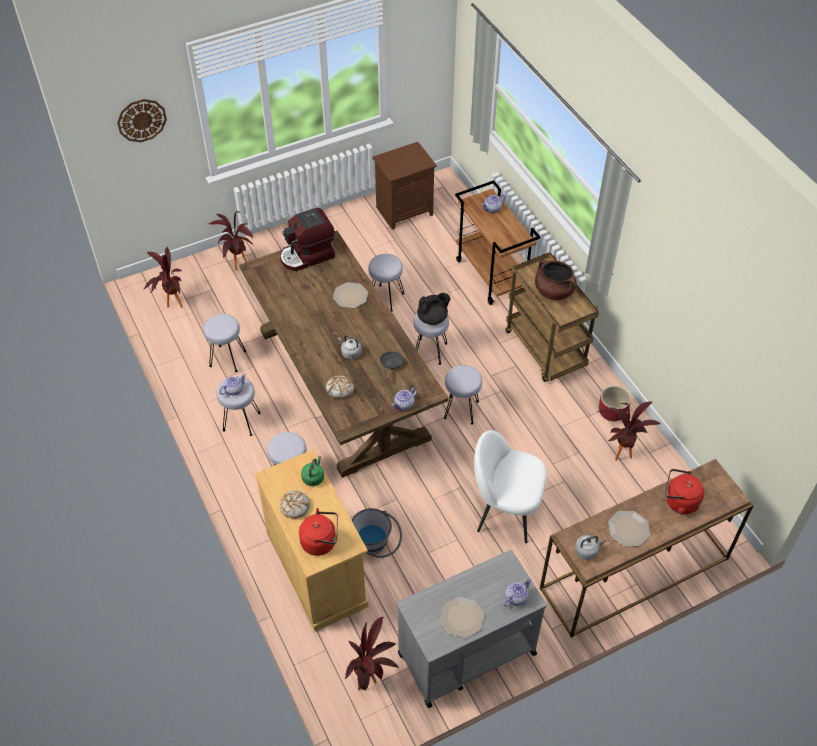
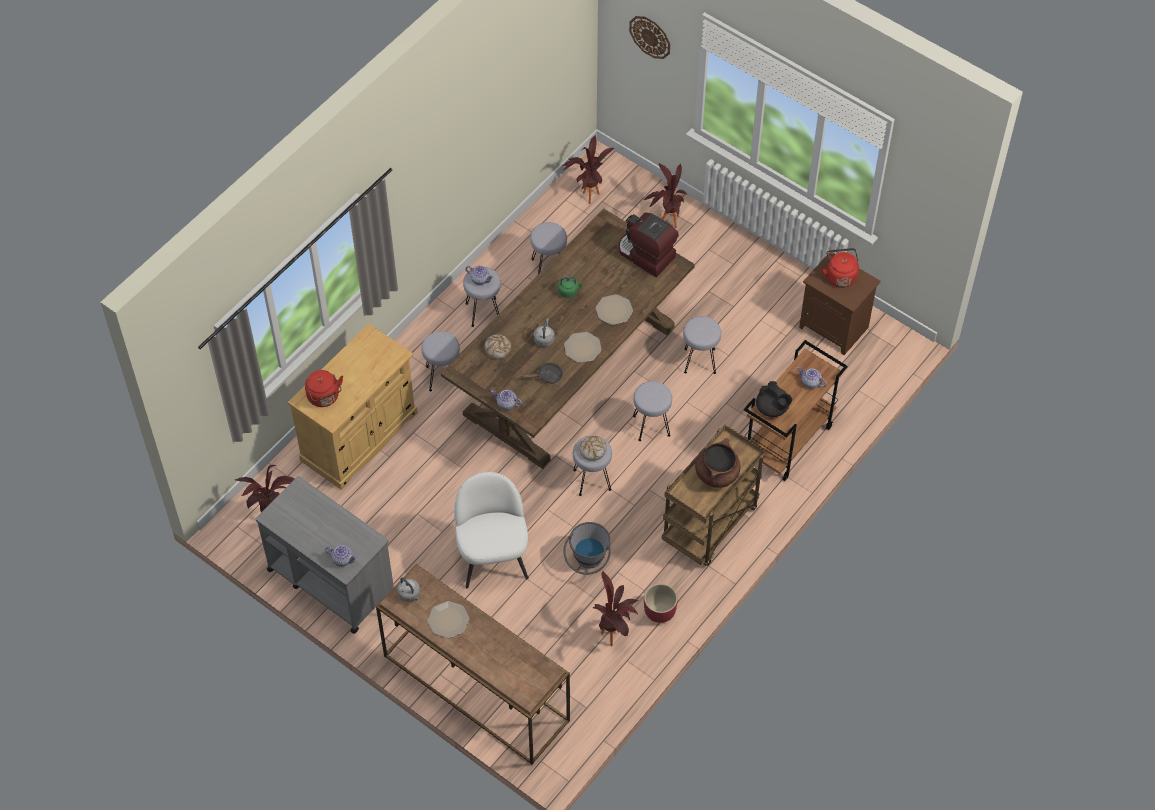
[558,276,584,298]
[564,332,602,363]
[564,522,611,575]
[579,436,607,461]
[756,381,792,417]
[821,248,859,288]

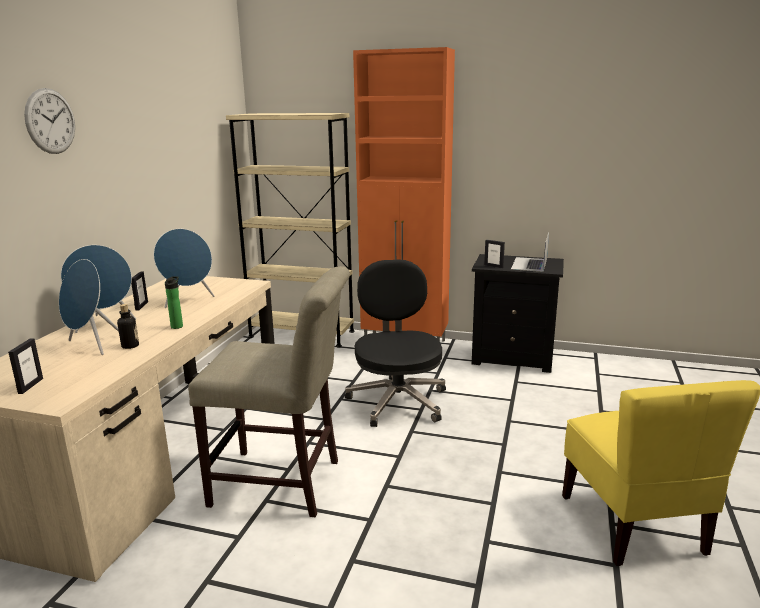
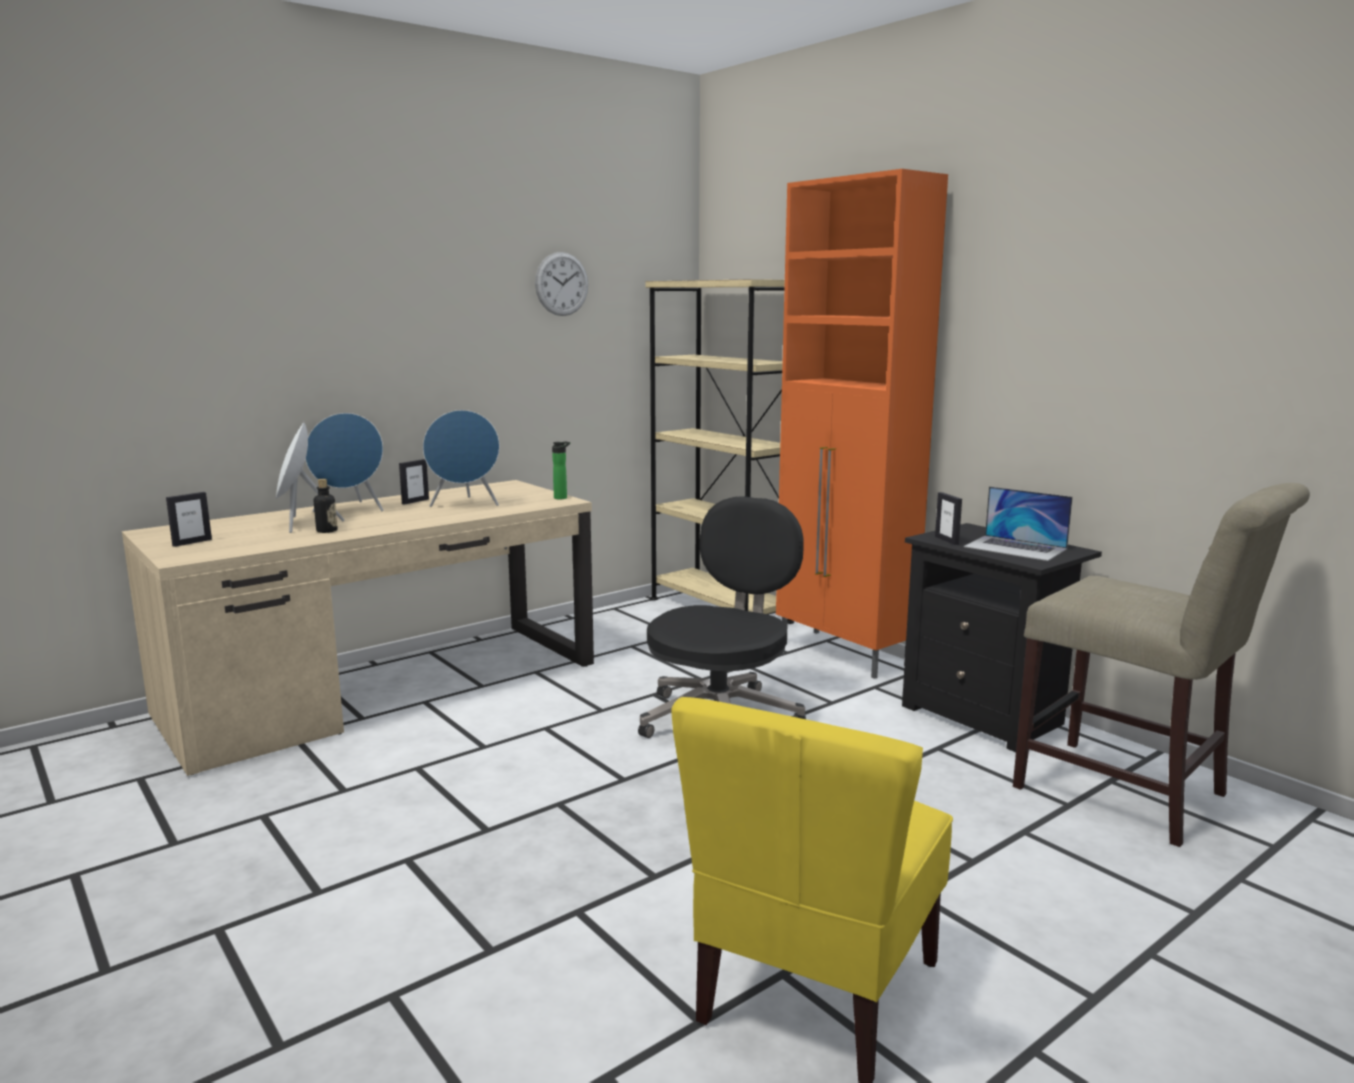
[276,422,345,533]
[535,252,588,316]
[552,441,570,500]
[964,486,1073,561]
[1013,483,1310,847]

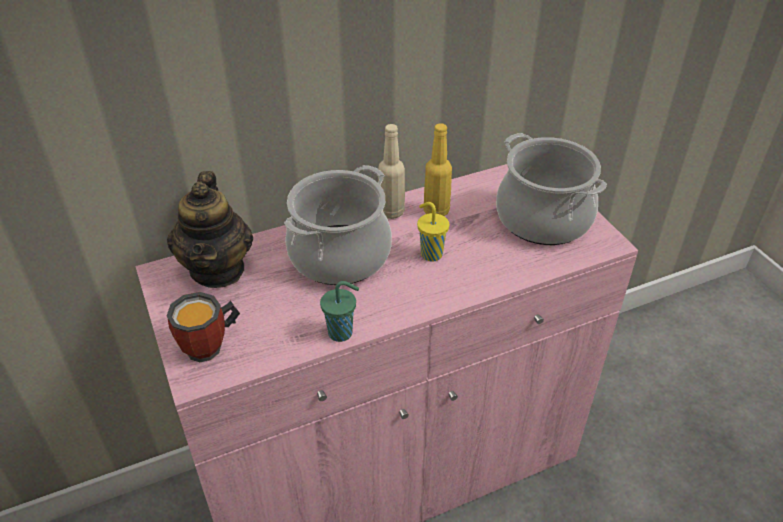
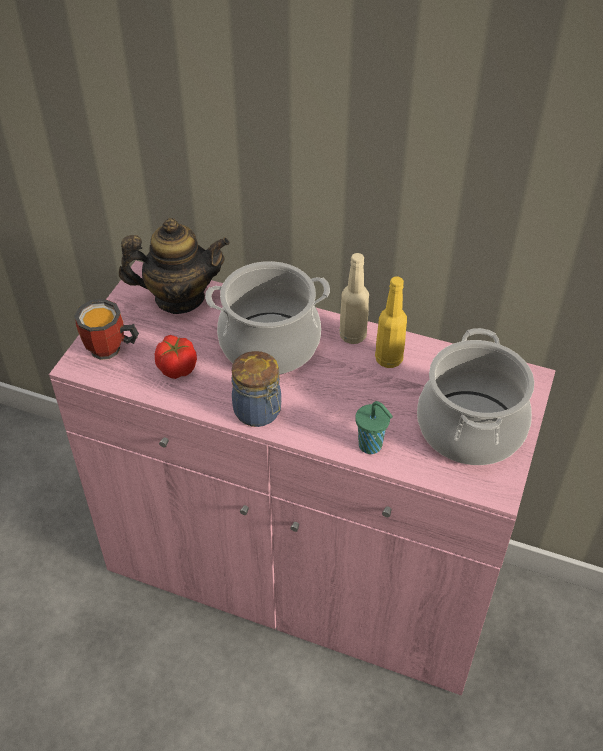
[119,218,230,314]
[155,335,197,379]
[231,351,281,427]
[355,401,393,454]
[417,202,449,262] (first image)

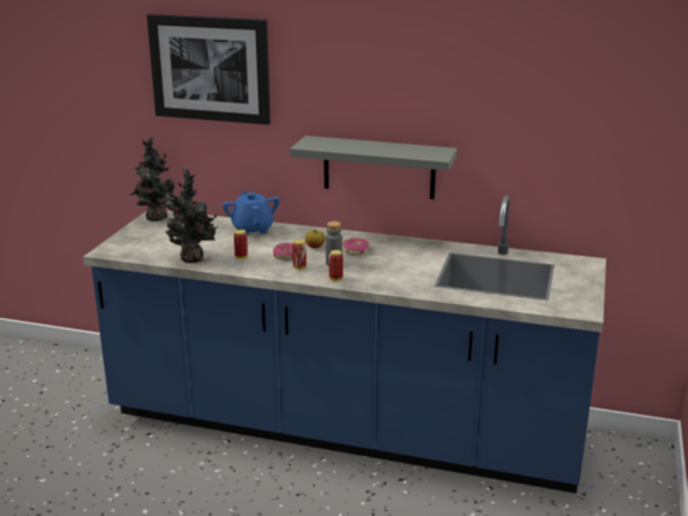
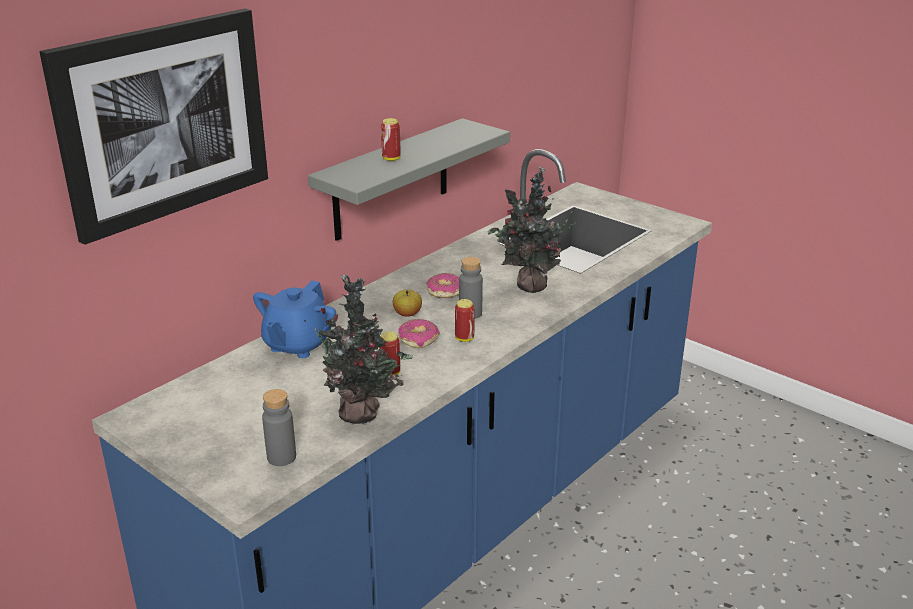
[253,280,336,358]
[262,389,296,466]
[381,118,401,161]
[487,166,576,293]

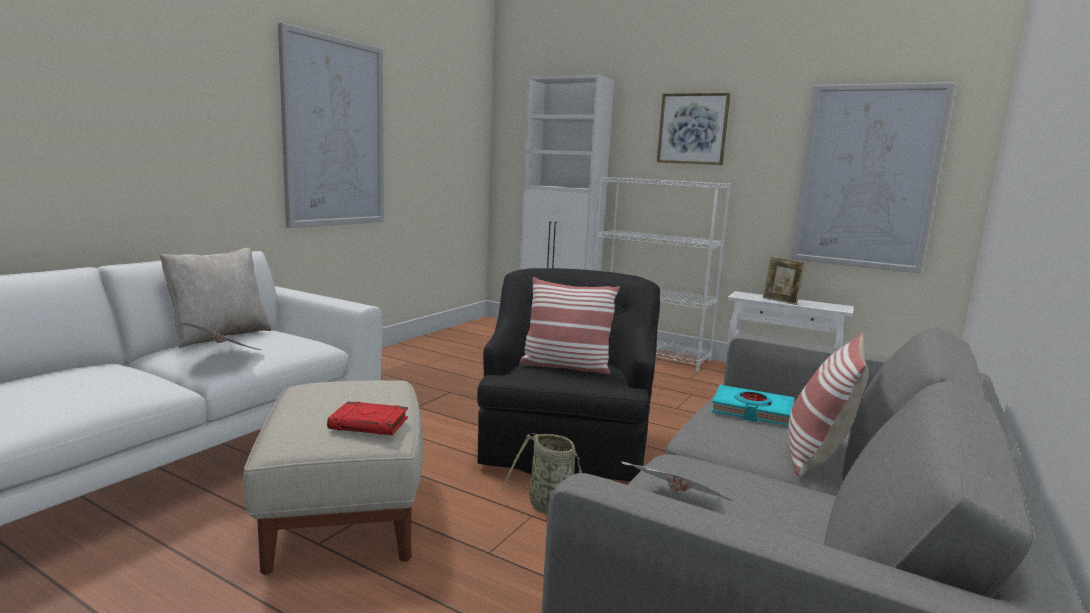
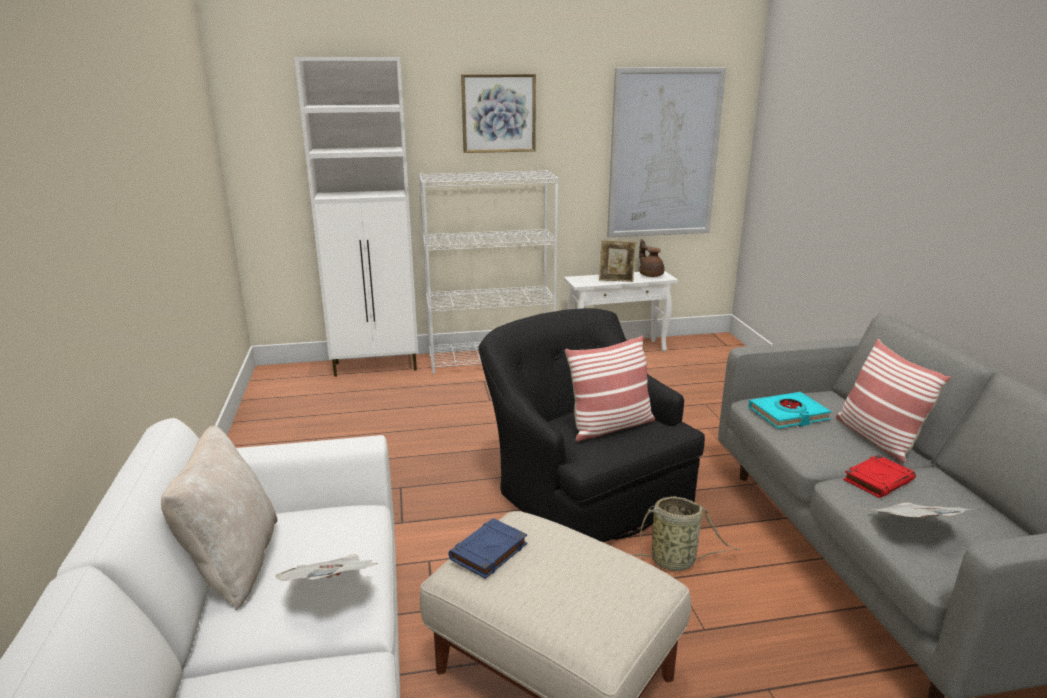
[448,518,527,579]
[639,239,664,277]
[843,455,916,498]
[278,22,384,228] (first image)

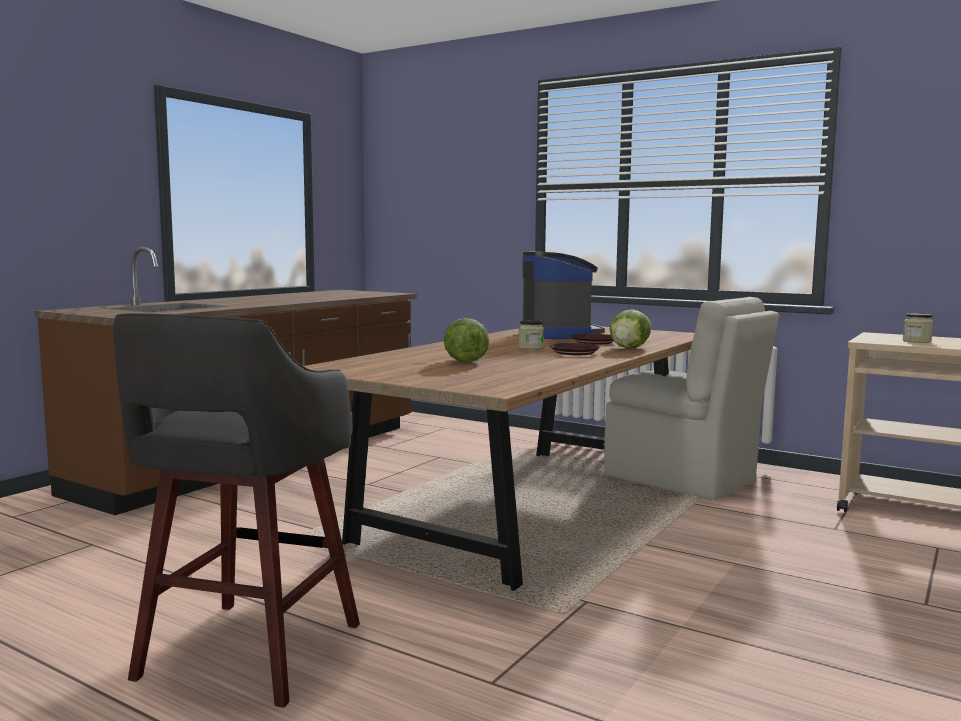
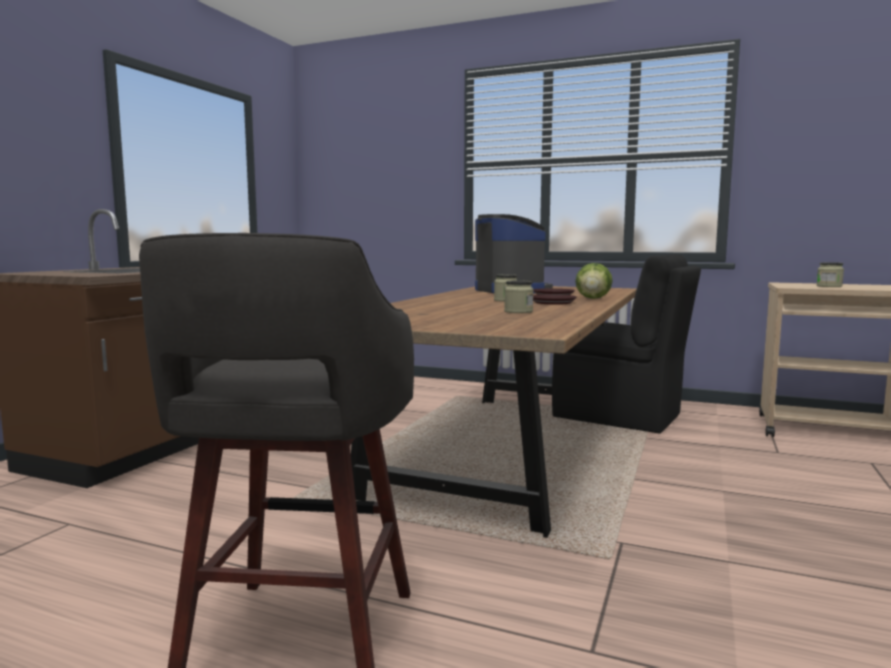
[504,281,533,313]
[552,254,701,434]
[444,318,489,363] (first image)

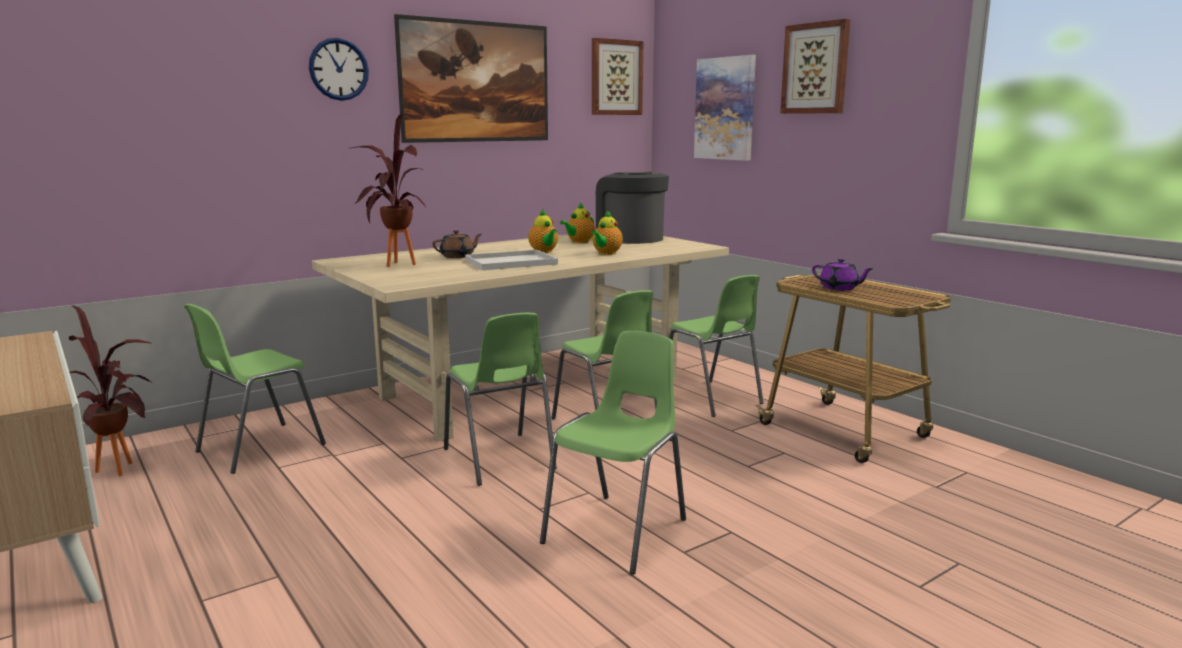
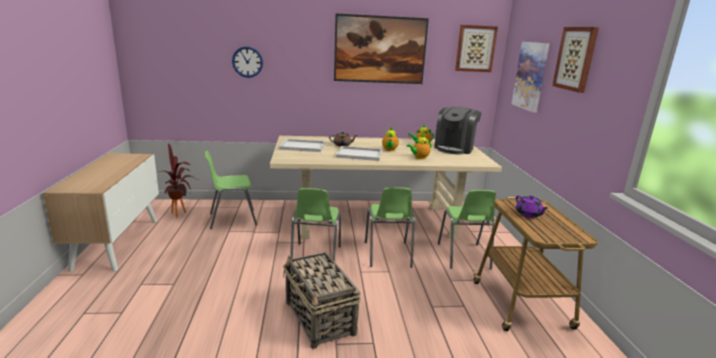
[232,46,263,78]
[279,139,325,152]
[283,252,361,349]
[434,107,482,154]

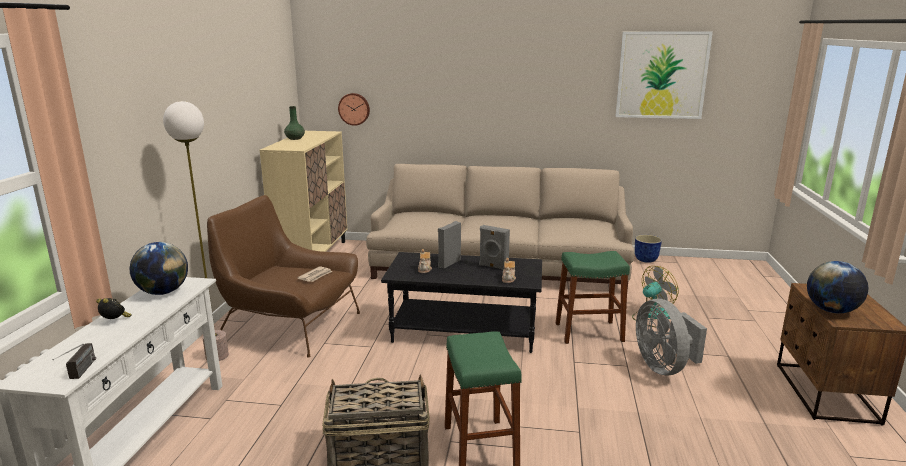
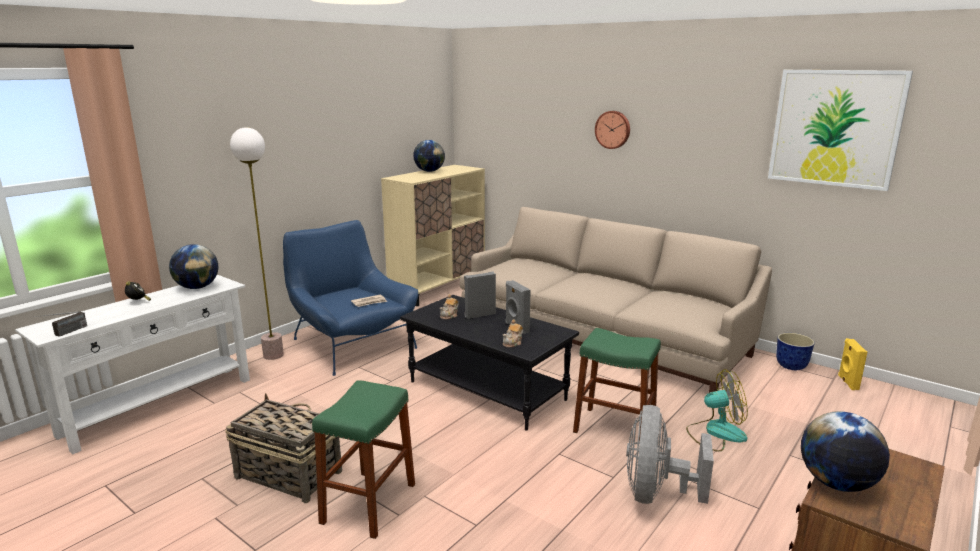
[283,220,418,376]
[413,140,445,172]
[595,111,630,149]
[838,338,867,390]

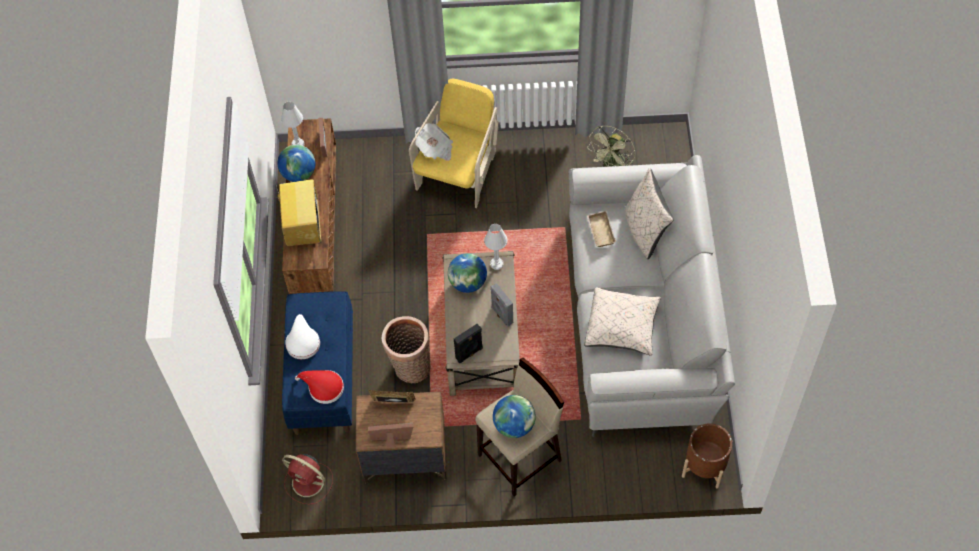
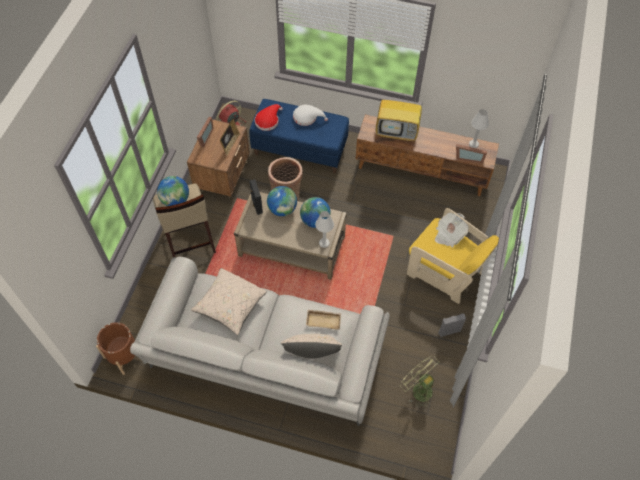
[267,186,297,216]
[438,314,466,337]

